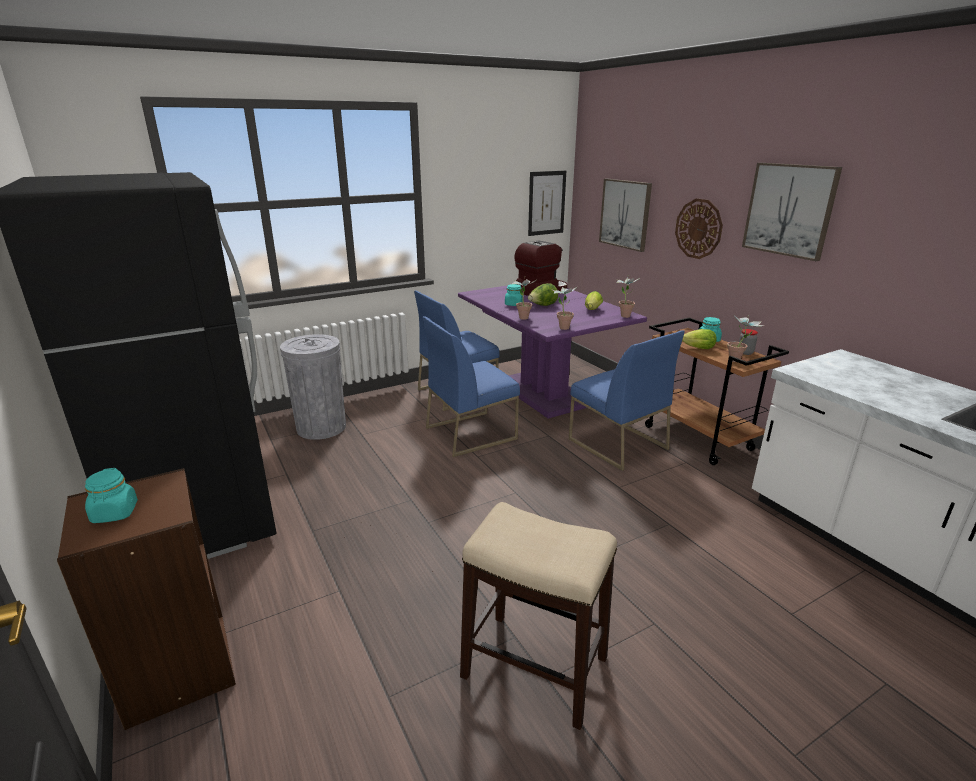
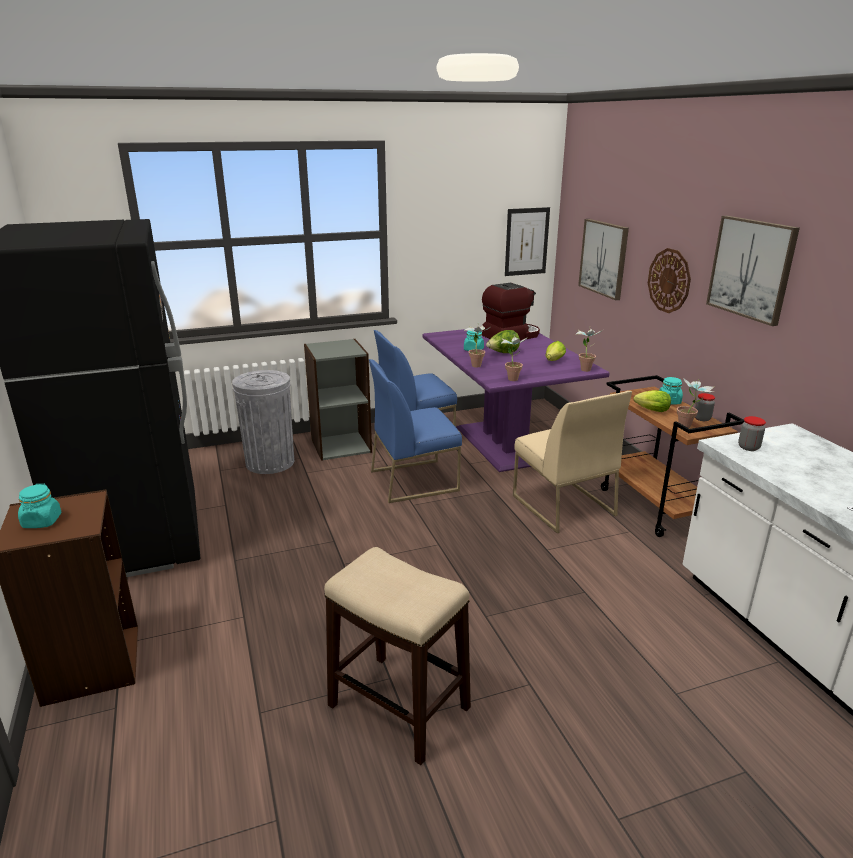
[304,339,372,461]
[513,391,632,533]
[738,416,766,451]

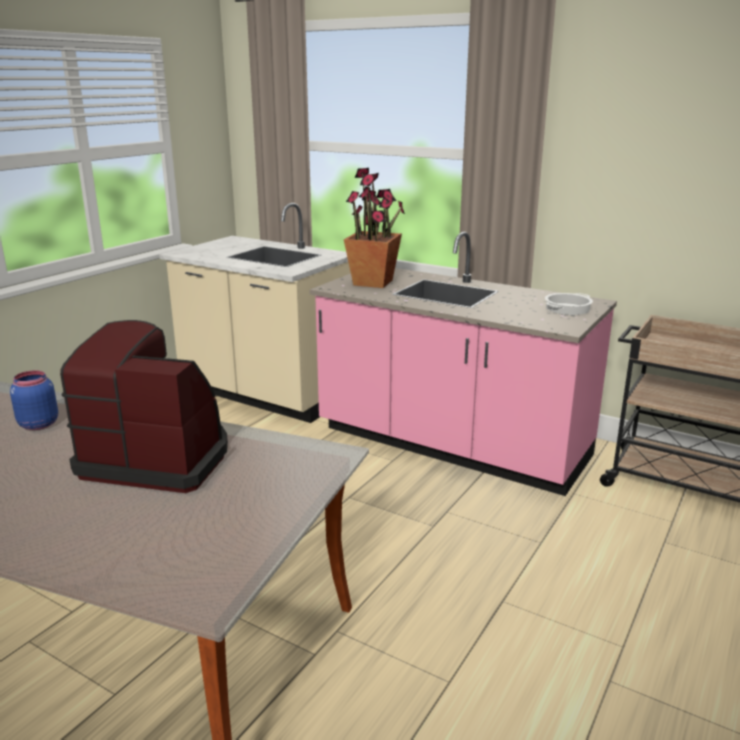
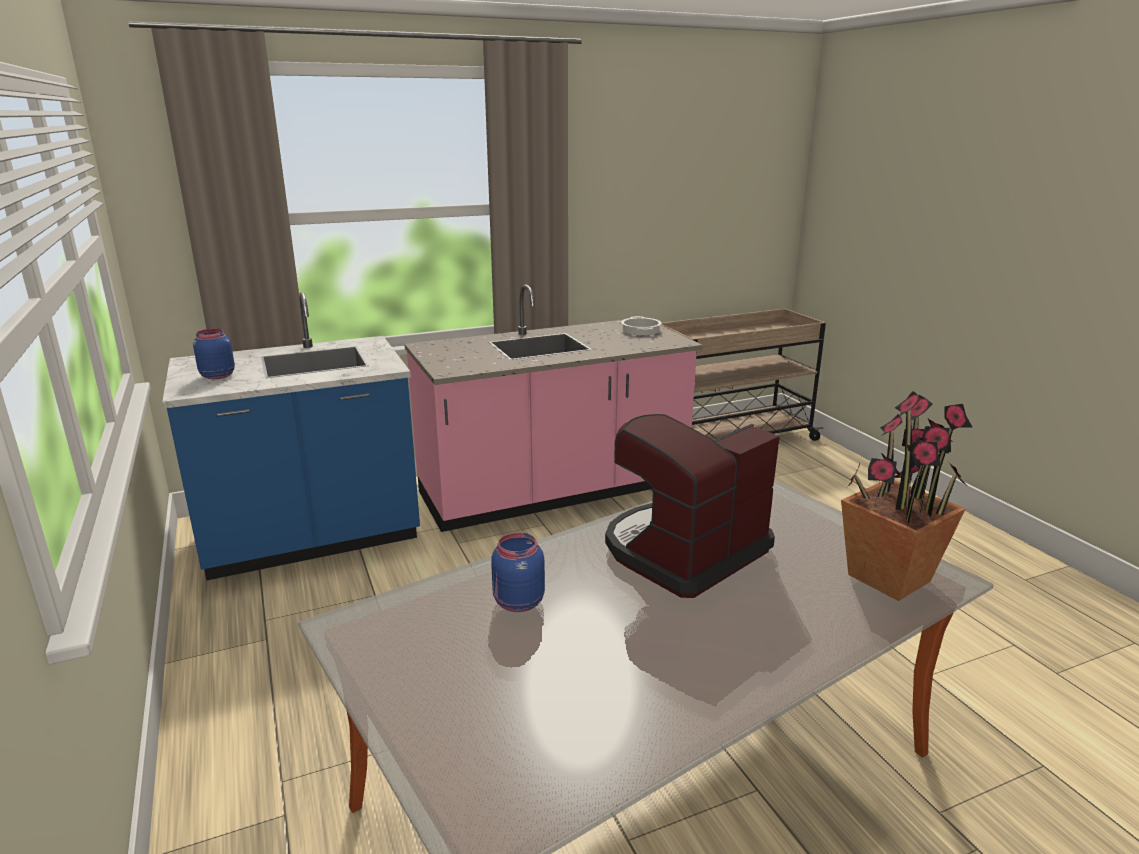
[162,292,420,581]
[193,328,235,379]
[841,391,972,601]

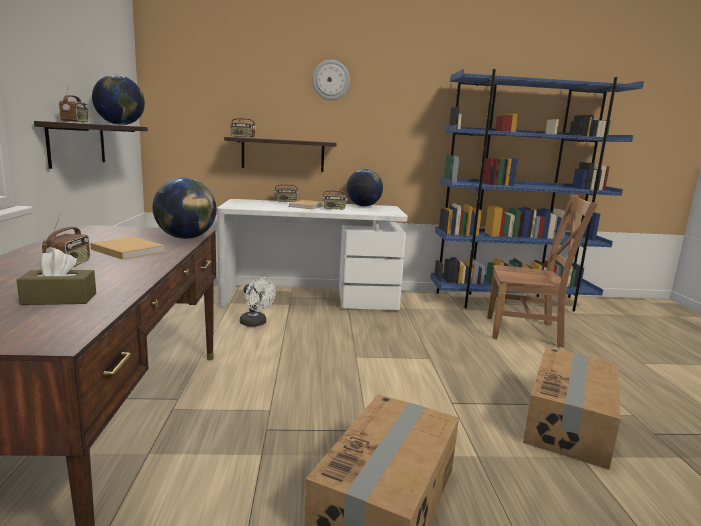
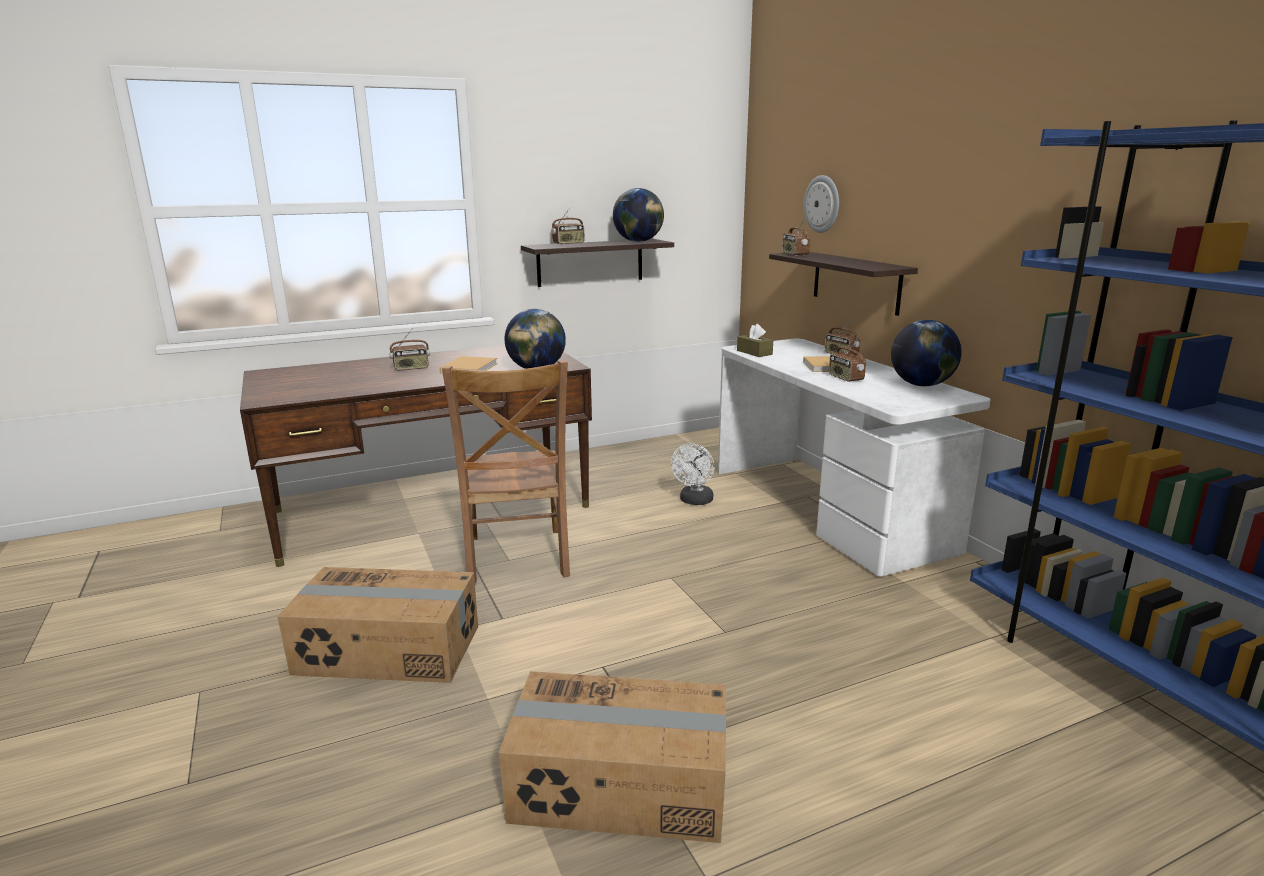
[442,360,570,584]
[737,324,773,357]
[804,175,839,233]

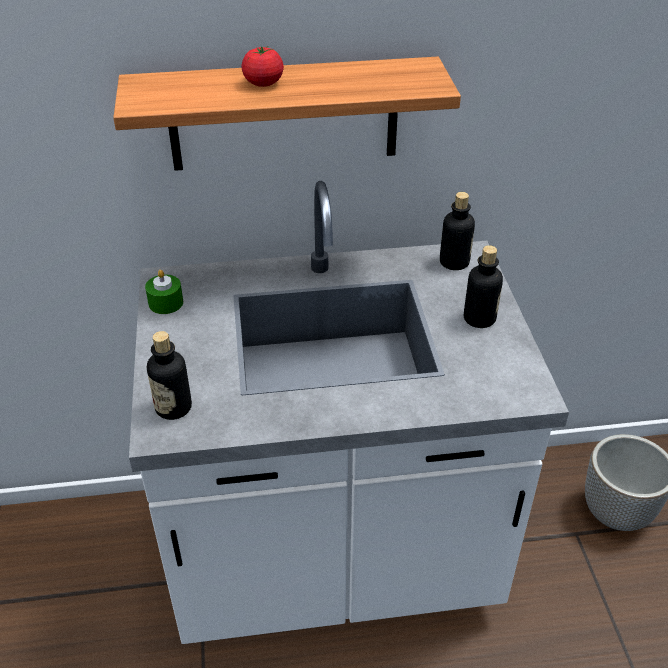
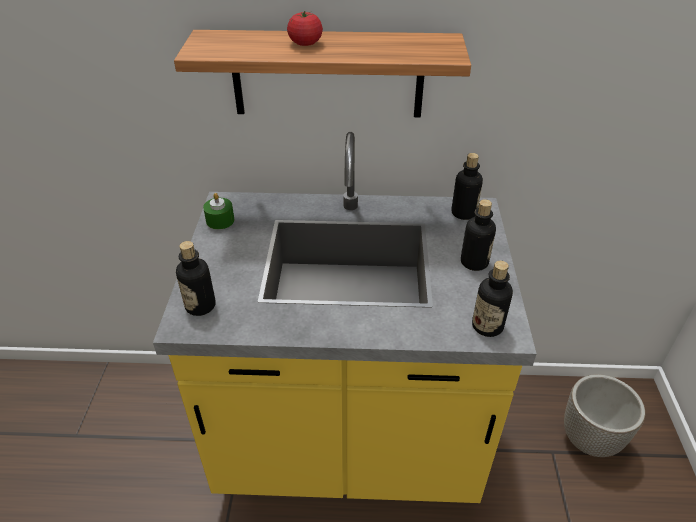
[153,132,536,503]
[472,261,513,337]

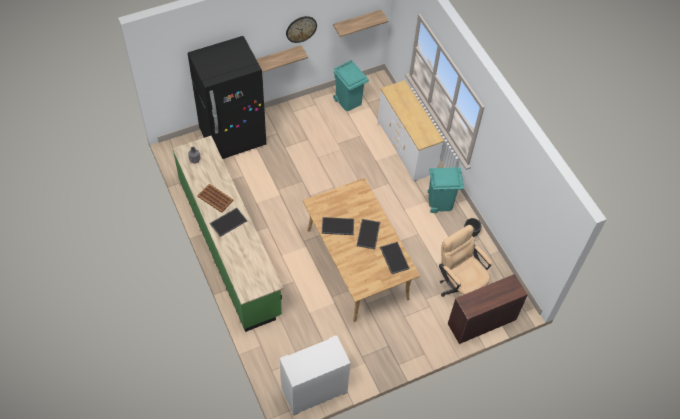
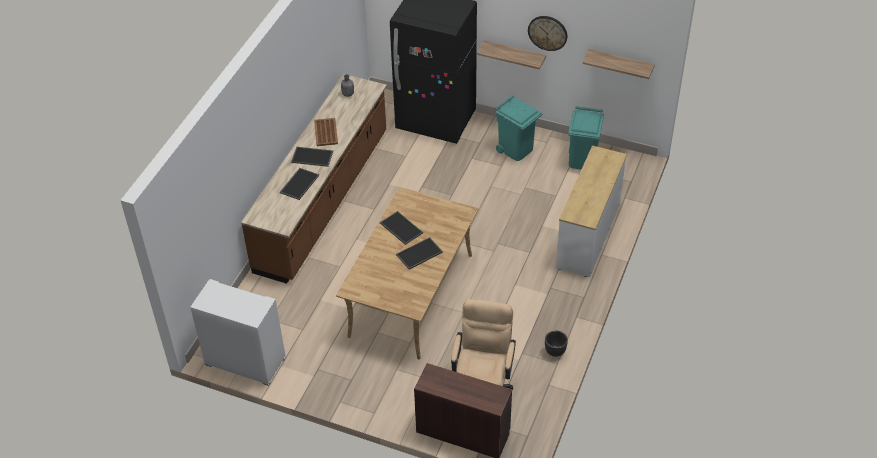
[241,74,387,284]
[280,168,319,200]
[495,95,542,161]

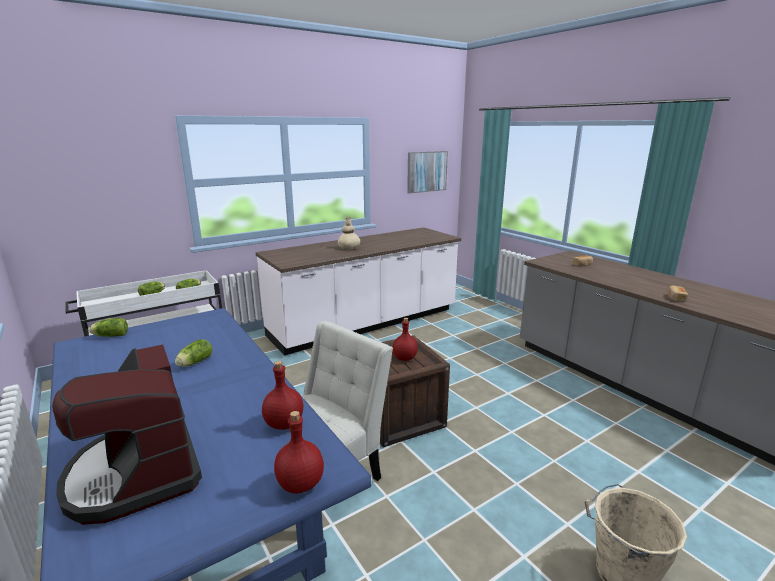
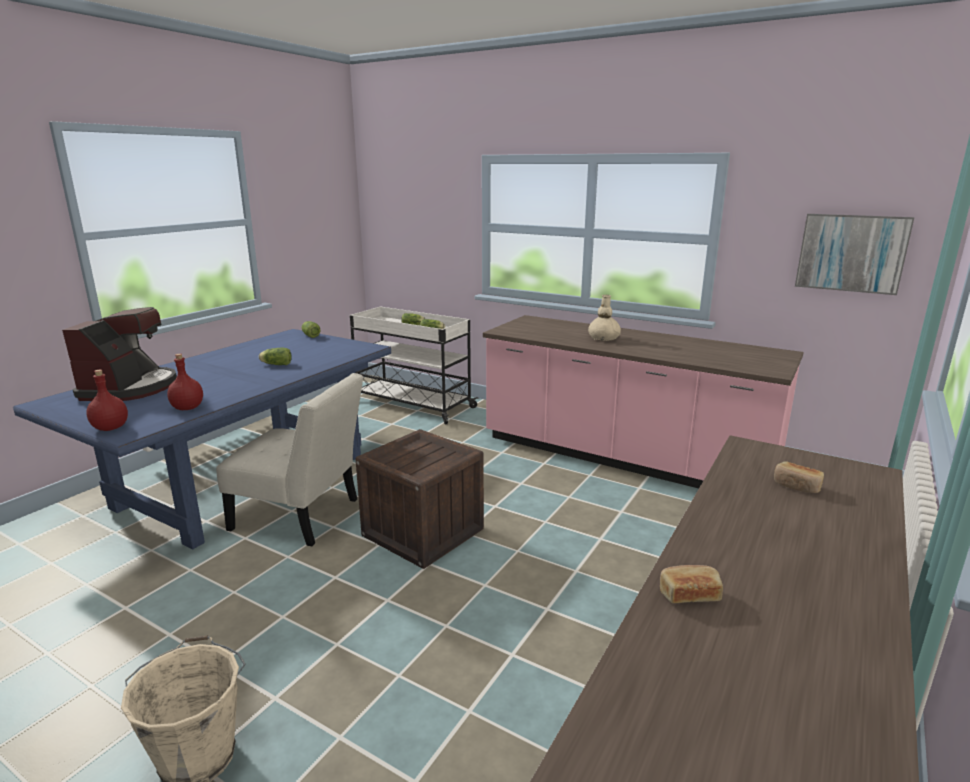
[62,307,177,401]
[483,315,804,488]
[393,318,418,361] (first image)

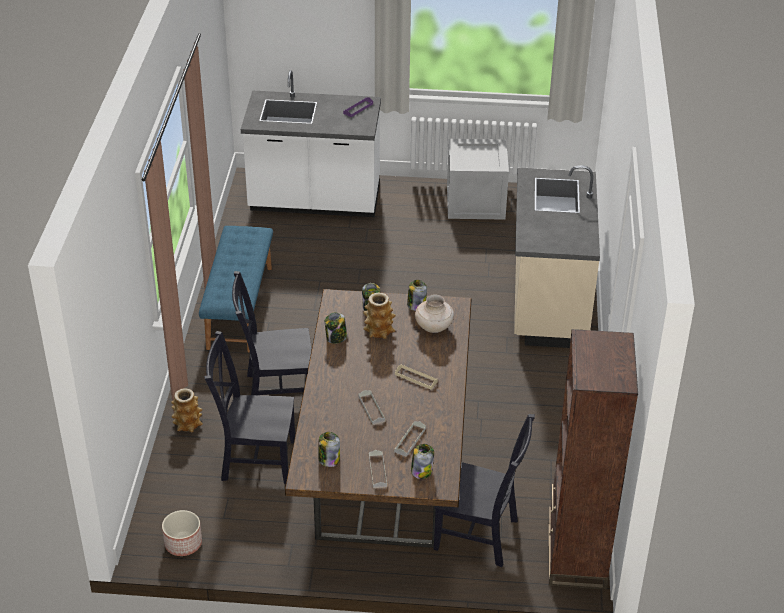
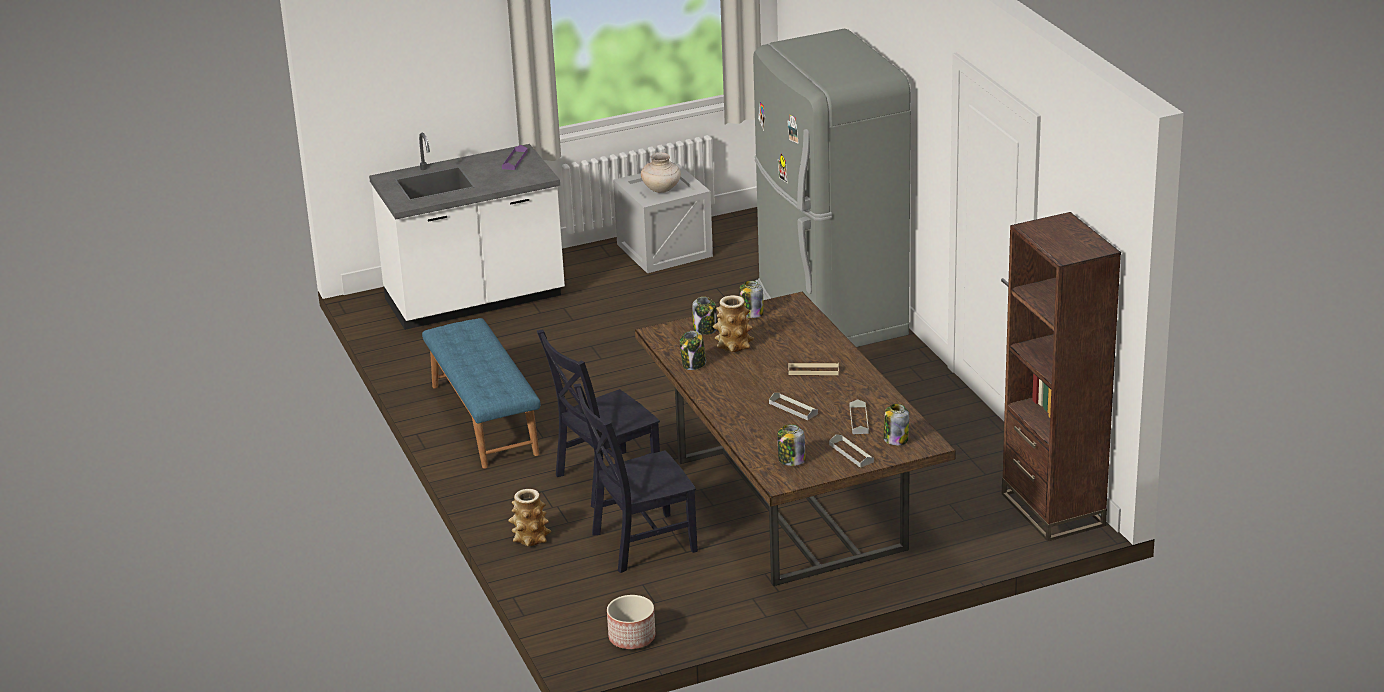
[641,152,681,193]
[753,29,911,347]
[434,414,535,567] (first image)

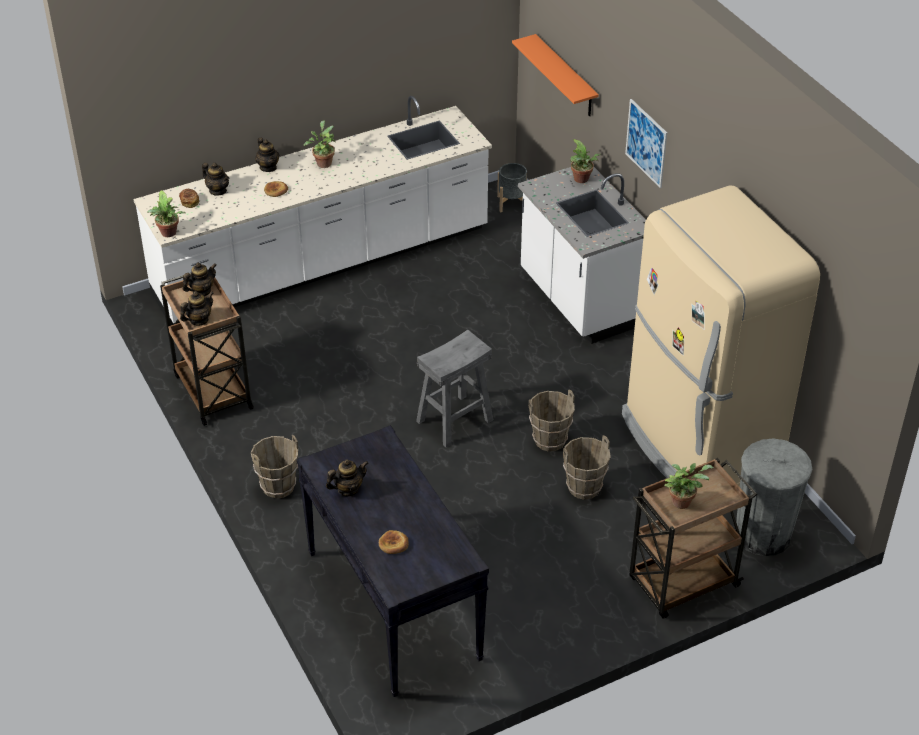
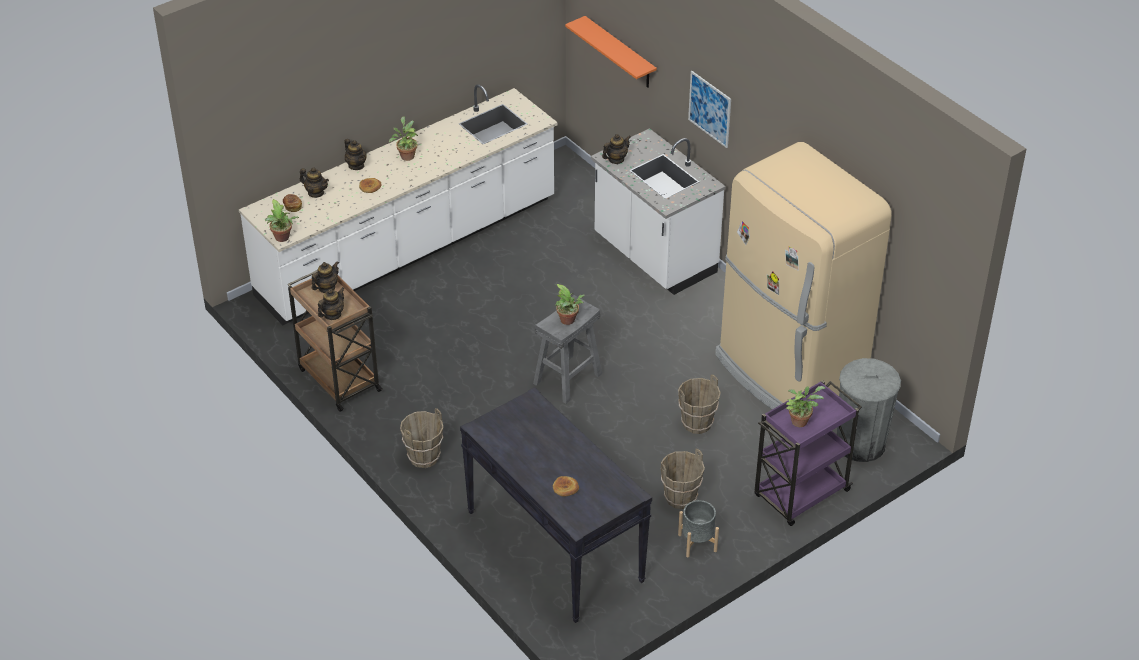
[555,284,585,325]
[602,134,631,164]
[661,448,705,509]
[678,500,719,557]
[754,380,862,526]

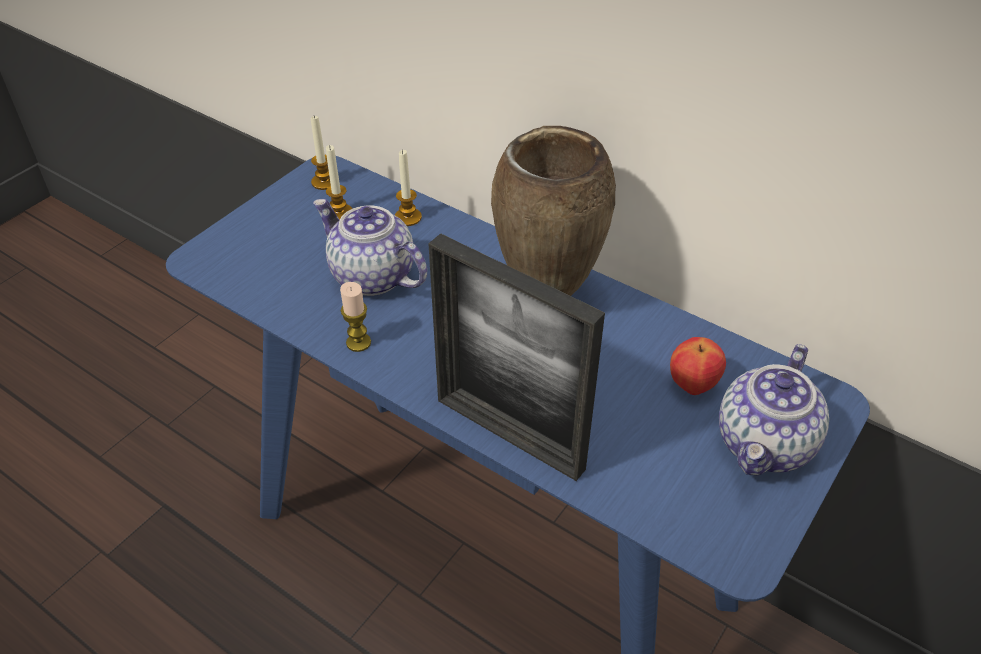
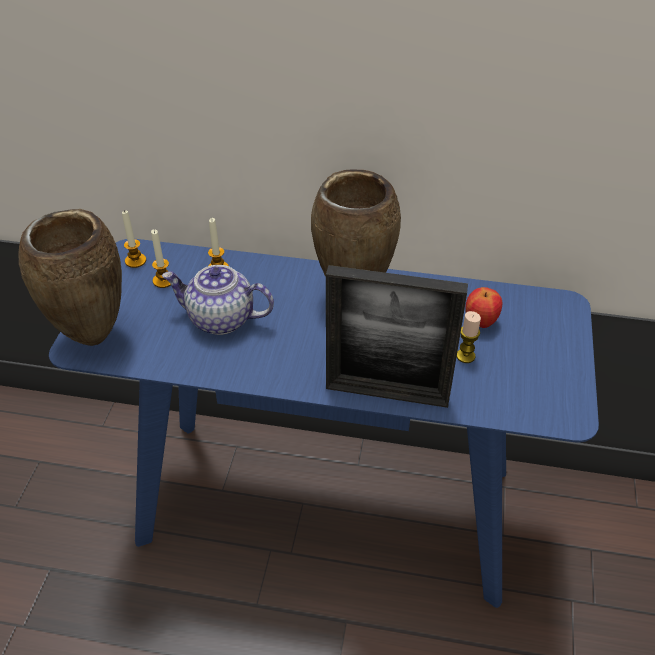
[18,209,122,346]
[457,311,481,363]
[719,344,829,476] (first image)

